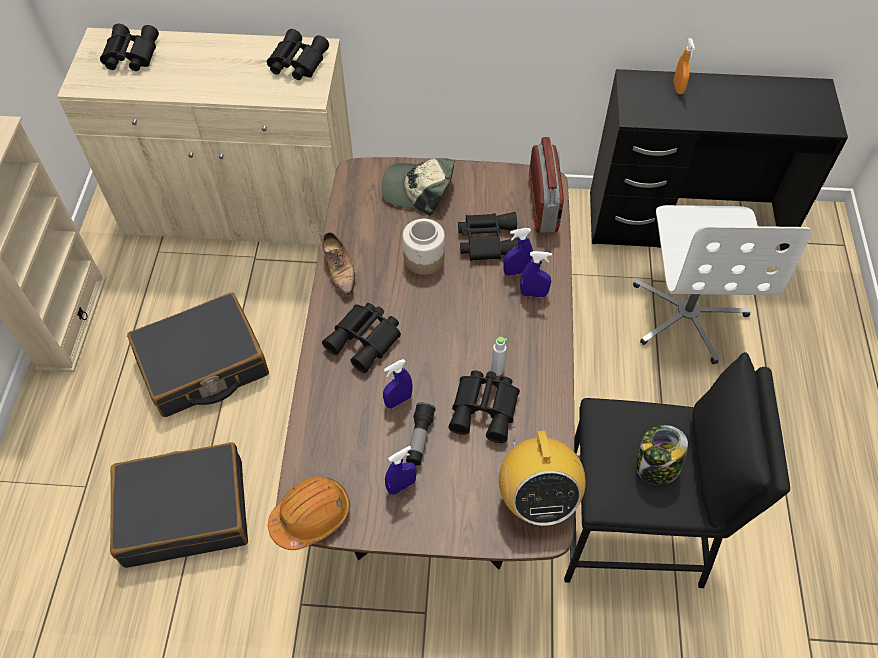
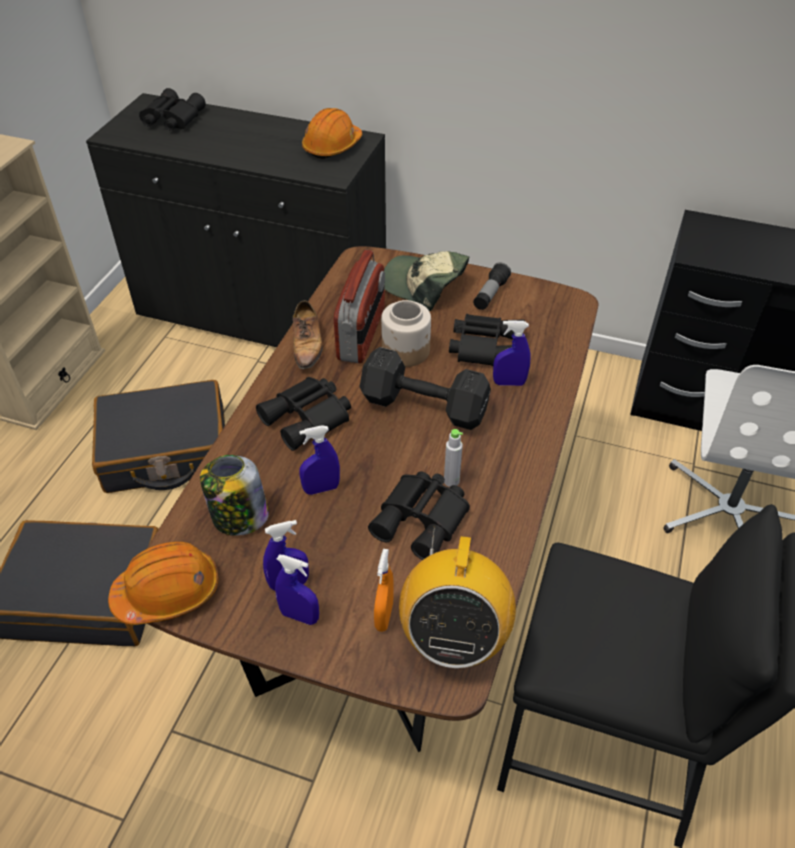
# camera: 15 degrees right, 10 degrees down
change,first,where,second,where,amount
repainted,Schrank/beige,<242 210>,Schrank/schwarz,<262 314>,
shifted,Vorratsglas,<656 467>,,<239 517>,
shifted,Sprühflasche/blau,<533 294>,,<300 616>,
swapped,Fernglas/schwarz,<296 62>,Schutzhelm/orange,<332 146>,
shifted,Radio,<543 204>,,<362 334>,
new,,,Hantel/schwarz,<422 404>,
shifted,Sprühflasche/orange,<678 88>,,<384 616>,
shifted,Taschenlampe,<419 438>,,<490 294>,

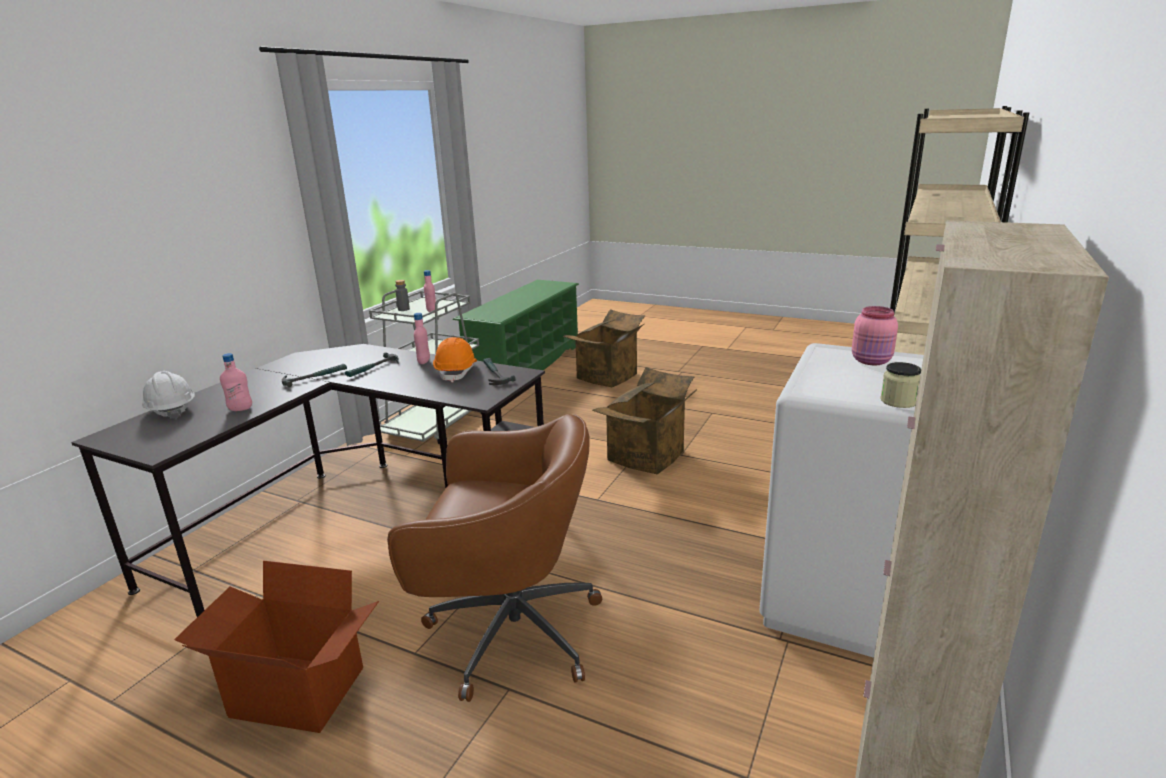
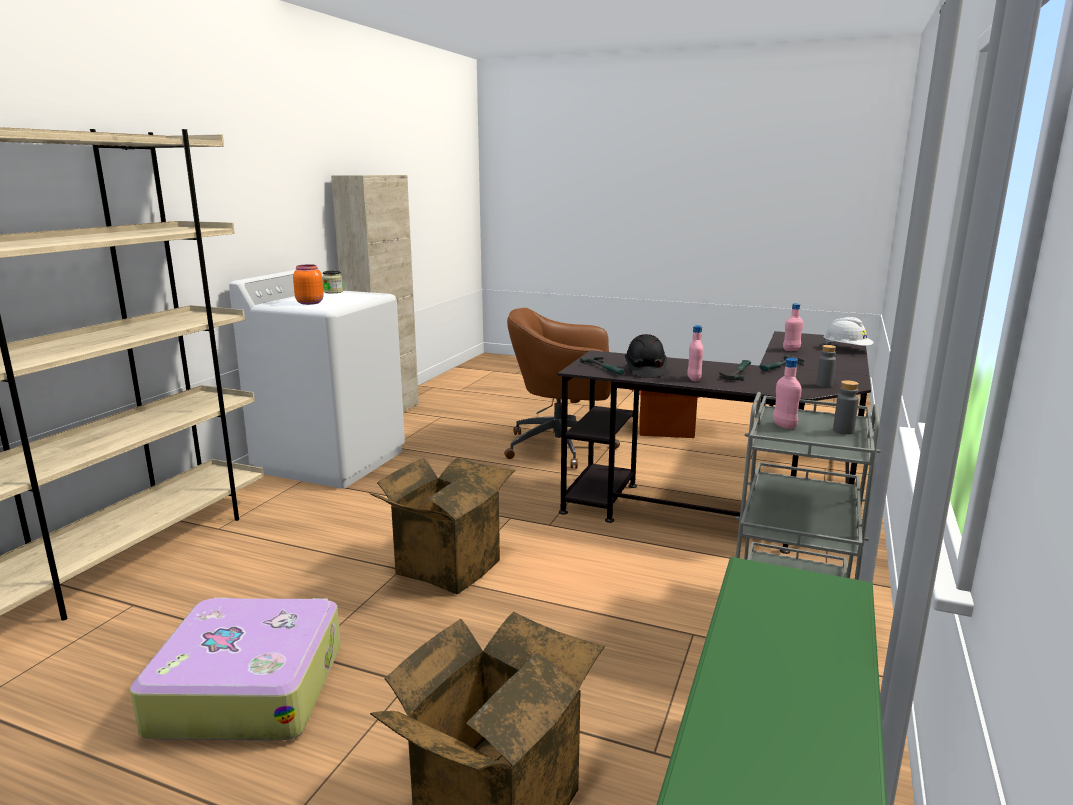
# camera: 175 degrees right, 5 degrees down
change,first,where,second,where,amount
new,,,Koffer,<248 687>,
repainted,Vorratsglas/rosa,<872 361>,Vorratsglas/orange,<309 303>,
repainted,Schutzhelm/orange,<457 372>,Schutzhelm/schwarz,<645 371>,
new,,,Flasche/grau,<824 385>,

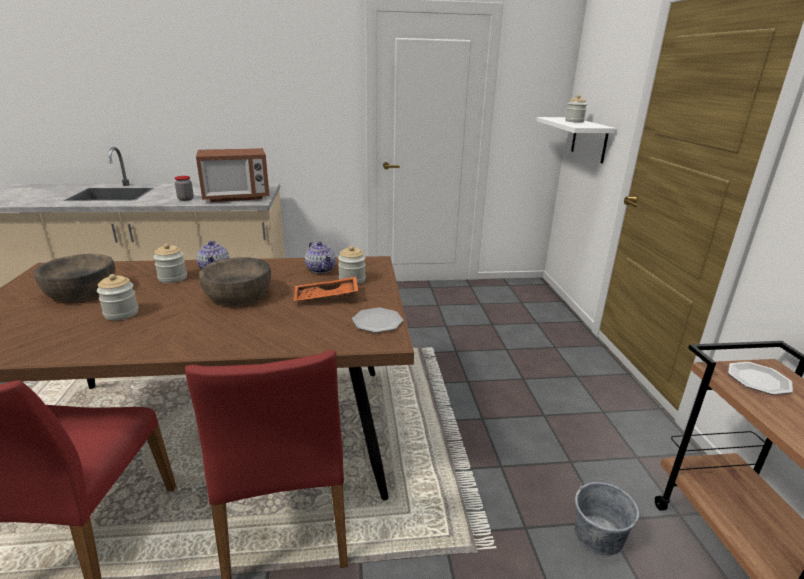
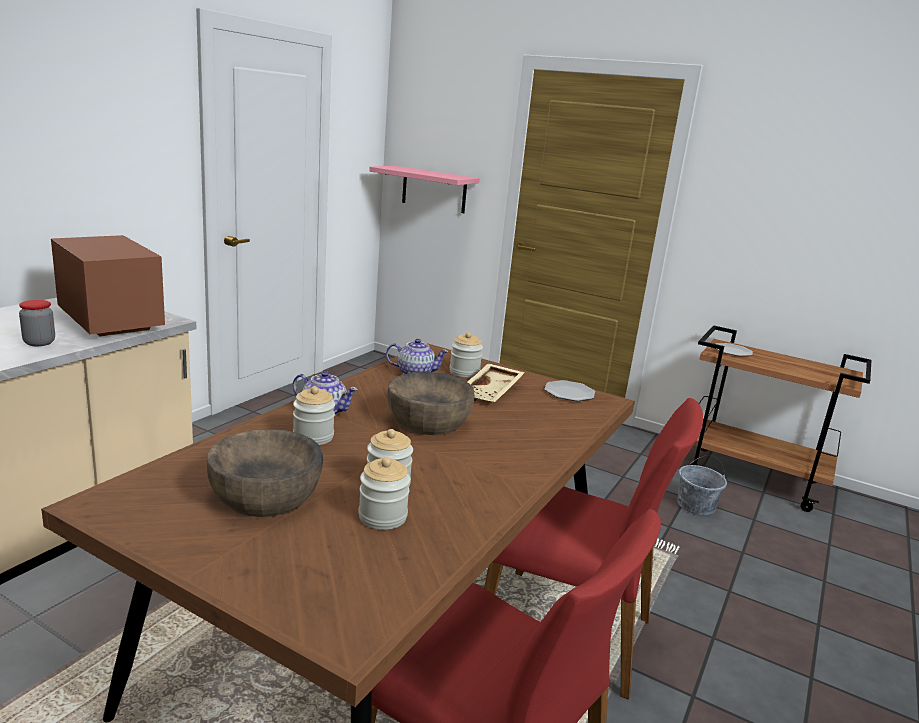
# camera: 55 degrees left, 5 degrees down
change,first,where,second,where,amount
rotated,Mikrowelle,<236 197>,,<111 321>,60 degrees counterclockwise
shifted,Vorratsglas,<574 121>,,<382 517>,
repainted,Wandregal/weiß,<589 139>,Wandregal/rosa,<434 189>,
repainted,Tablett/orange,<326 297>,Tablett/beige,<491 392>,

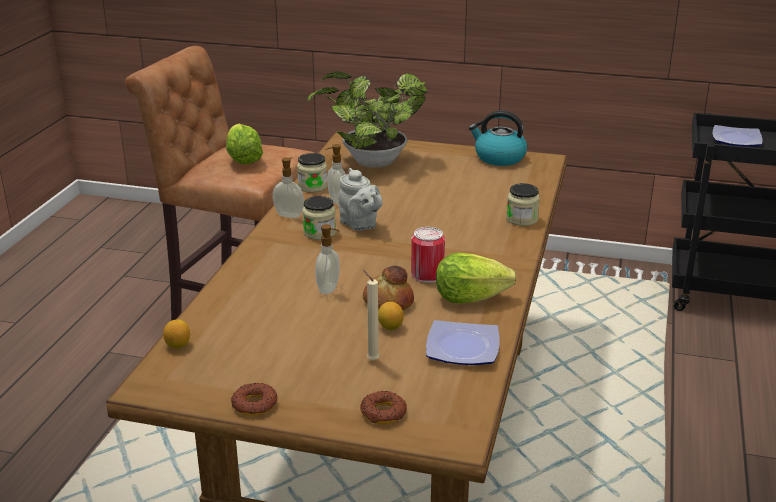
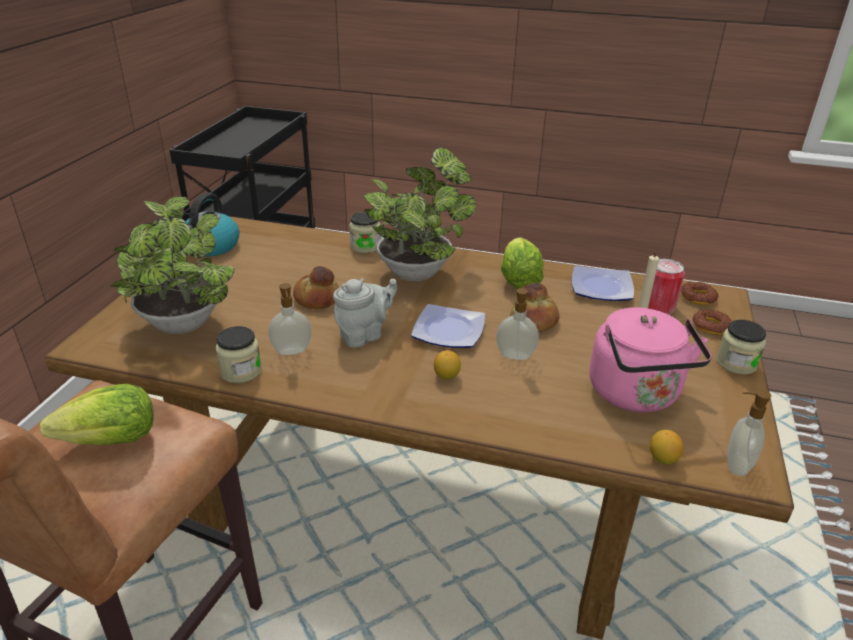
# camera: 90 degrees left, 5 degrees up
change,first,where,second,where,amount
new,,,Brot,<316 298>,
new,,,Topfpflanze,<417 270>,
shifted,Teller,<737 140>,,<450 330>,
shifted,Zitrone,<390 327>,,<446 376>,
new,,,Wasserkessel/rosa,<636 395>,
shifted,Dose,<427 274>,,<659 306>,
shifted,Donut,<254 404>,,<698 297>,
shifted,Vorratsglas,<319 233>,,<736 363>,
shifted,Seifenspender,<289 215>,,<736 465>,

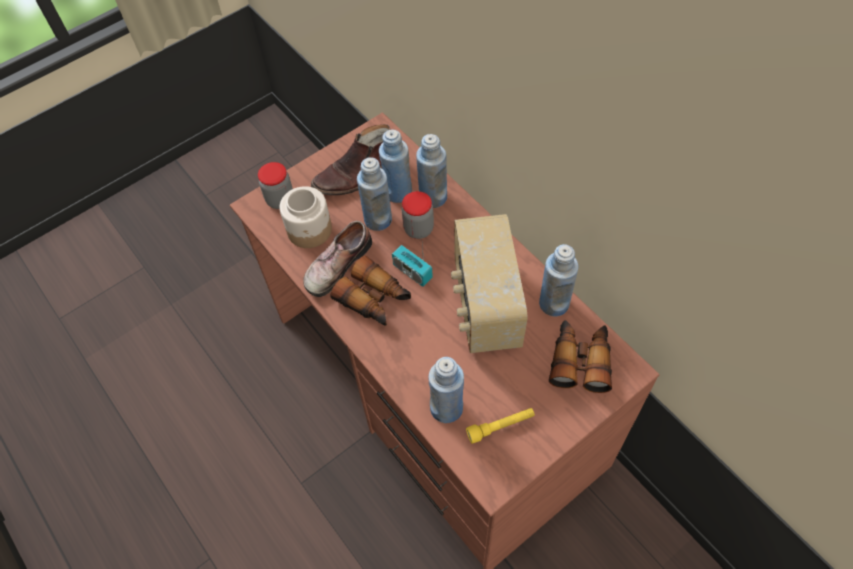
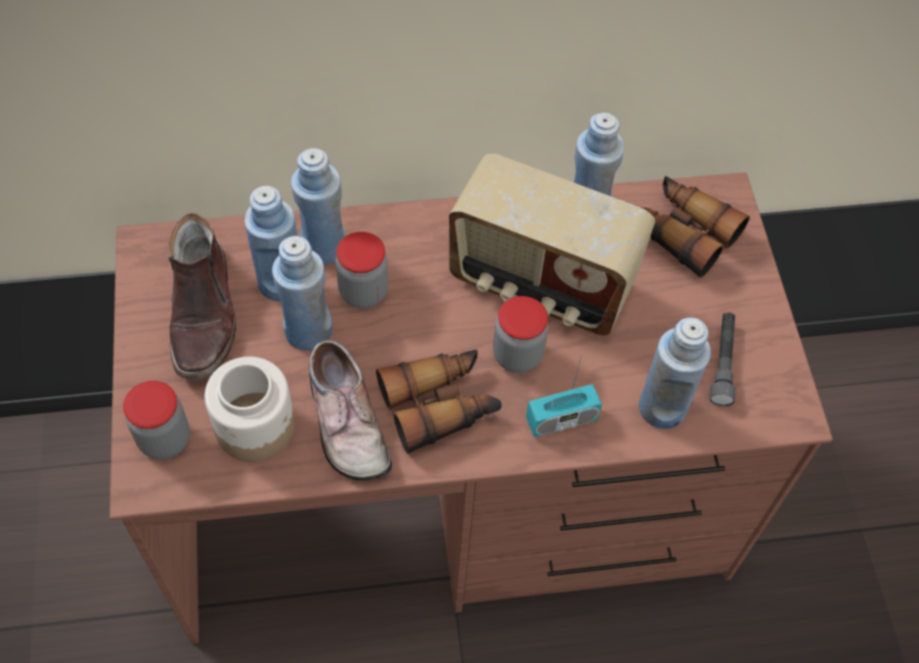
# camera: 65 degrees left, 0 degrees up
change,first,where,second,where,amount
new,,,Vorratsglas,<517 355>,
shifted,Radio,<412 272>,,<561 419>,
repainted,Taschenlampe/gelb,<500 426>,Taschenlampe/grau,<722 363>,

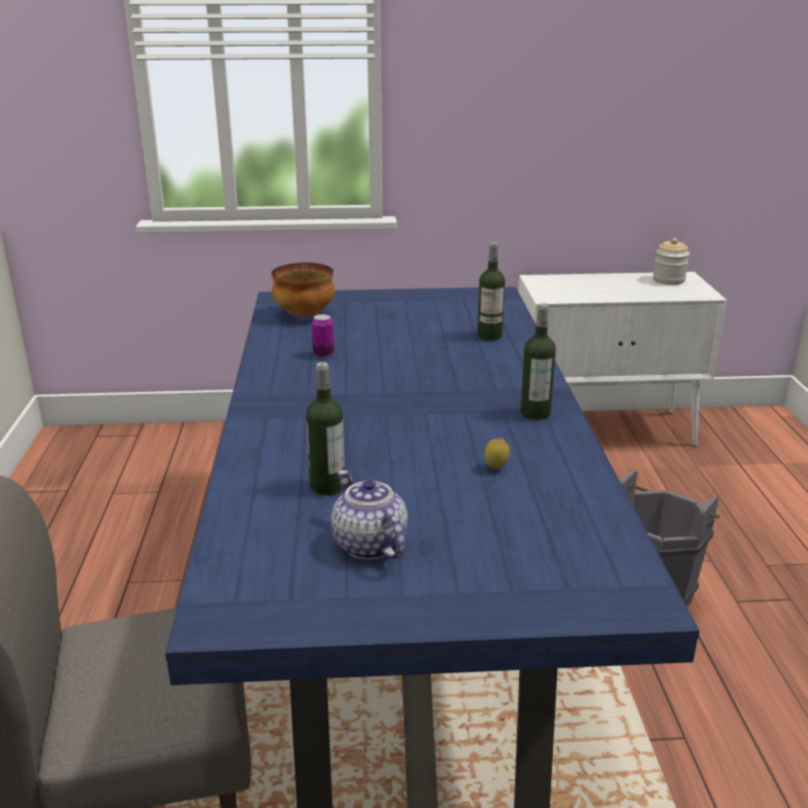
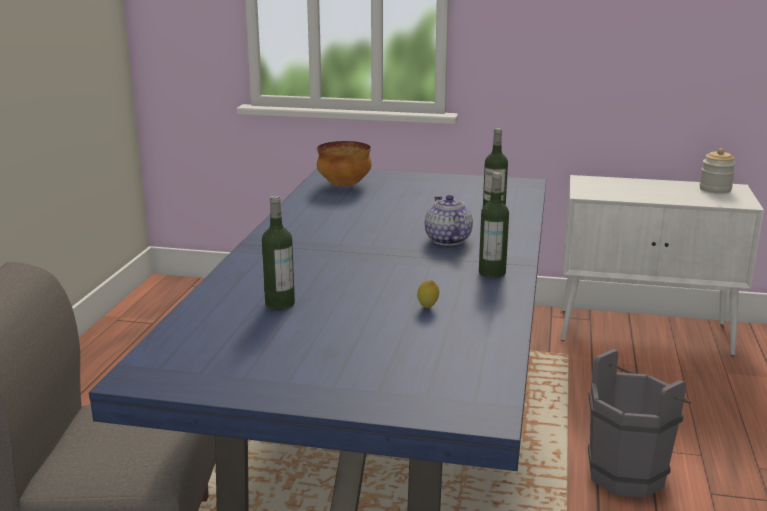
# camera: 15 degrees right, 5 degrees down
change,first,where,second,where,amount
shifted,Teekanne,<368 544>,,<447 240>,
gone,Dose,<323 354>,,,

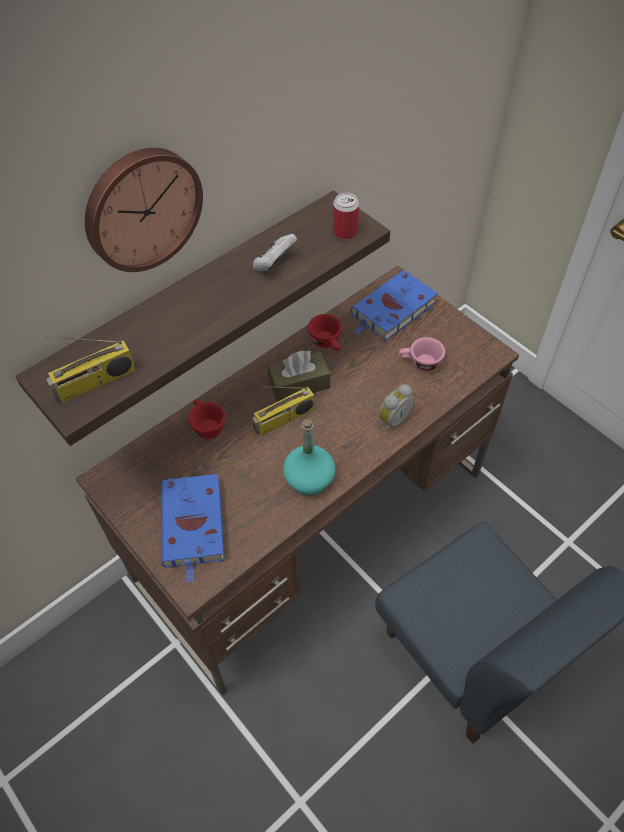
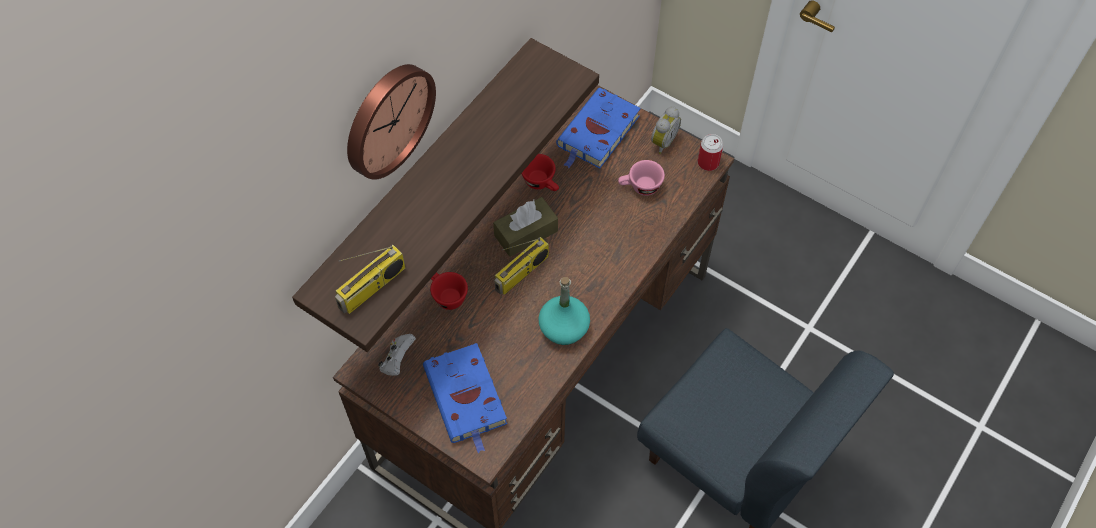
# camera: 15 degrees left, 5 degrees up
change,first,where,second,where,amount
shifted,Gamepad/weiß,<274 264>,,<397 361>,
shifted,Wecker,<393 419>,,<662 141>,
shifted,Dose,<345 232>,,<708 162>,

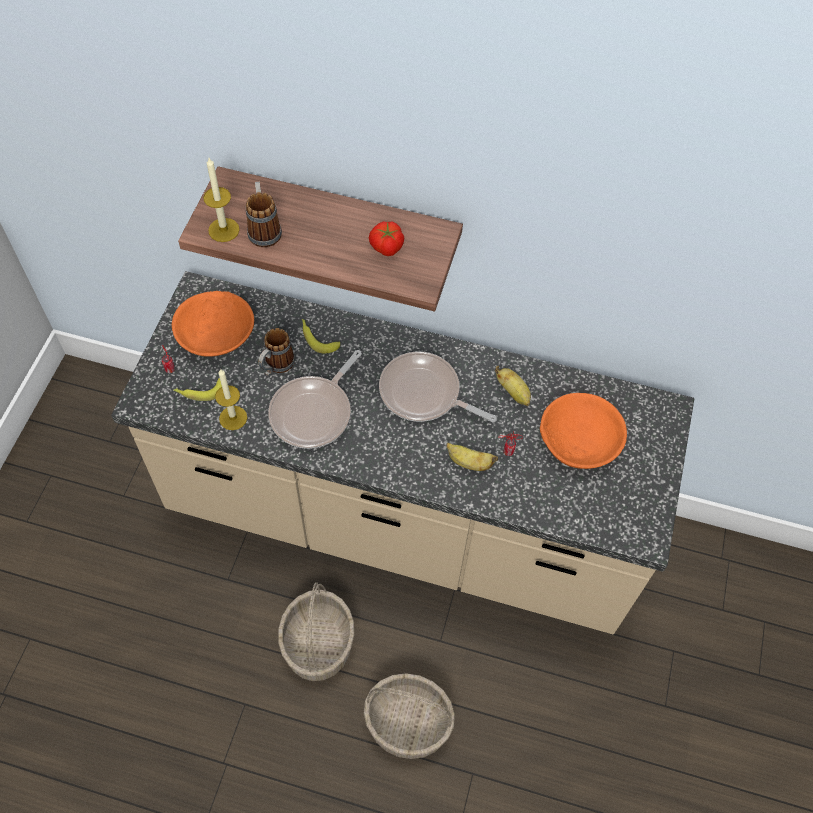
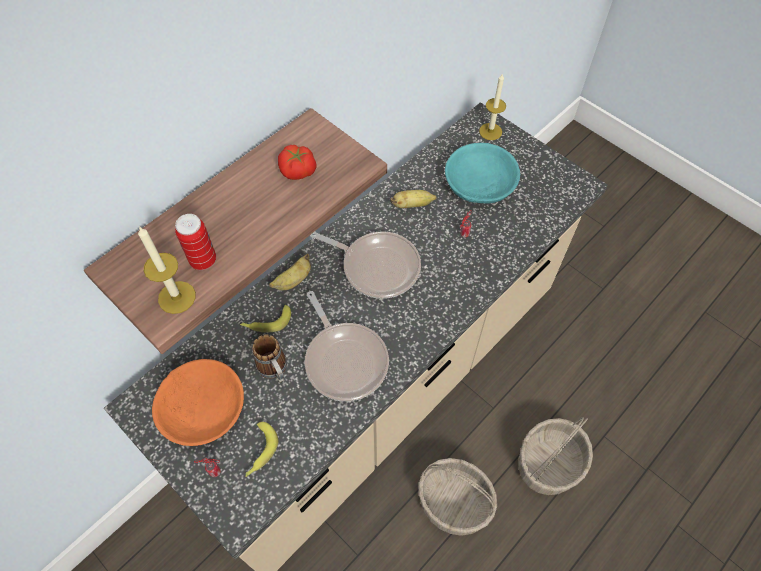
# camera: 60 degrees left, 0 degrees up
change,first,where,second,where,amount
swapped,Henkelbecher,<264 229>,Dose,<203 260>,
shifted,Banane,<469 463>,,<293 281>,
rotated,Pfanne,<424 394>,,<377 266>,120 degrees counterclockwise
repainted,Schüssel/orange,<579 441>,Schüssel/türkis,<480 185>,
shifted,Kerze,<233 418>,,<490 131>,

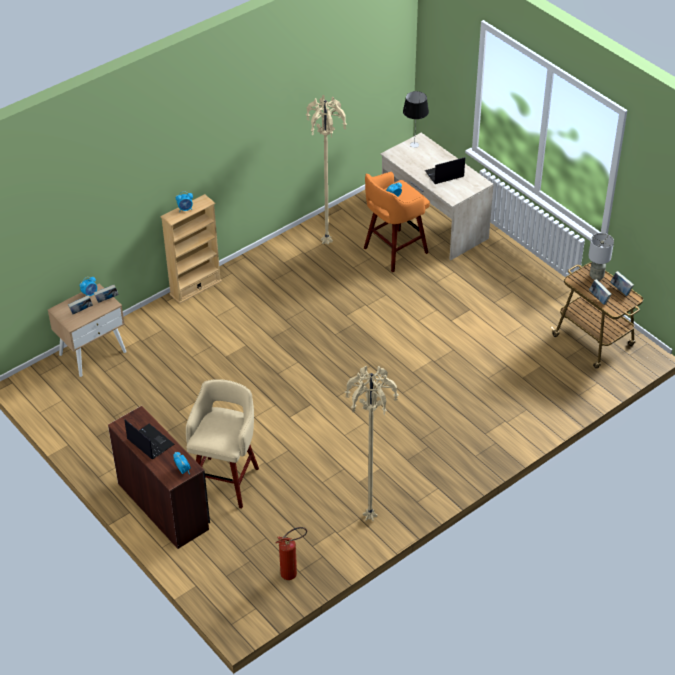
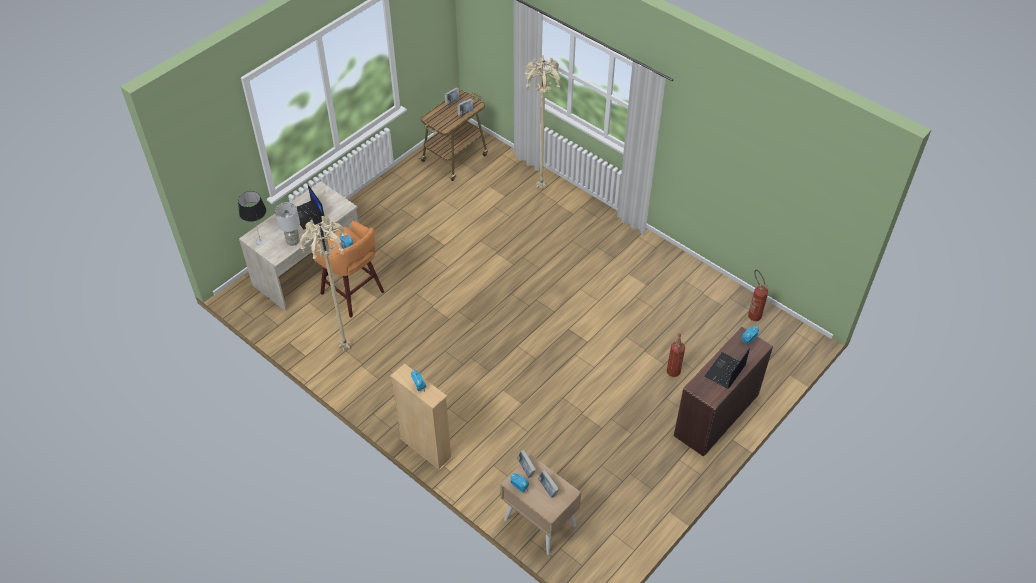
# camera: 100 degrees left, 5 degrees up
change,first,where,second,where,amount
shifted,Tischlampe/grau,<596 276>,,<293 241>,
shifted,Stehlampe/beige,<369 517>,,<540 188>,
swapped,Hocker/beige,<226 480>,Feuerlöscher,<673 374>,

